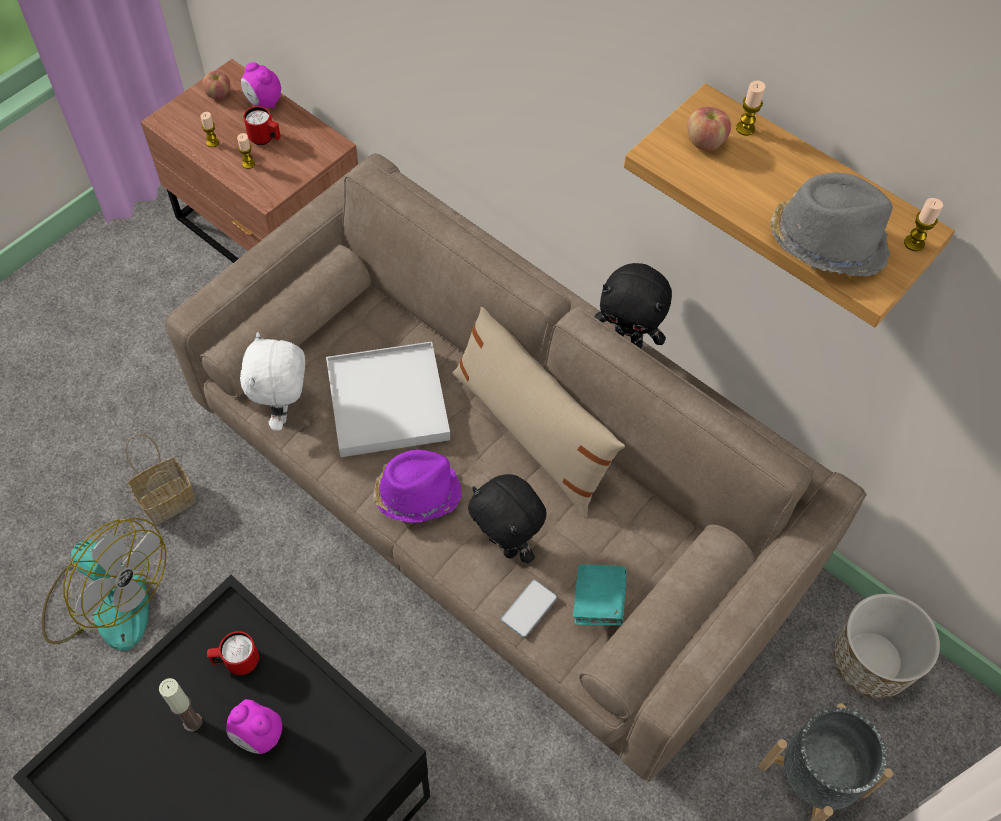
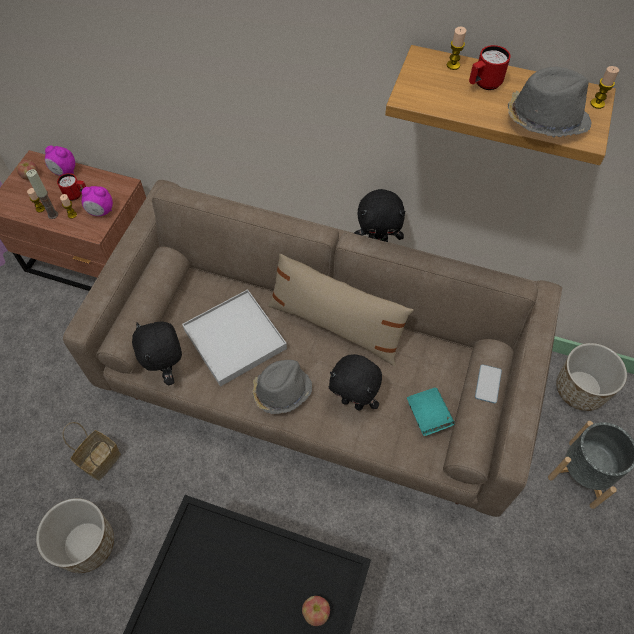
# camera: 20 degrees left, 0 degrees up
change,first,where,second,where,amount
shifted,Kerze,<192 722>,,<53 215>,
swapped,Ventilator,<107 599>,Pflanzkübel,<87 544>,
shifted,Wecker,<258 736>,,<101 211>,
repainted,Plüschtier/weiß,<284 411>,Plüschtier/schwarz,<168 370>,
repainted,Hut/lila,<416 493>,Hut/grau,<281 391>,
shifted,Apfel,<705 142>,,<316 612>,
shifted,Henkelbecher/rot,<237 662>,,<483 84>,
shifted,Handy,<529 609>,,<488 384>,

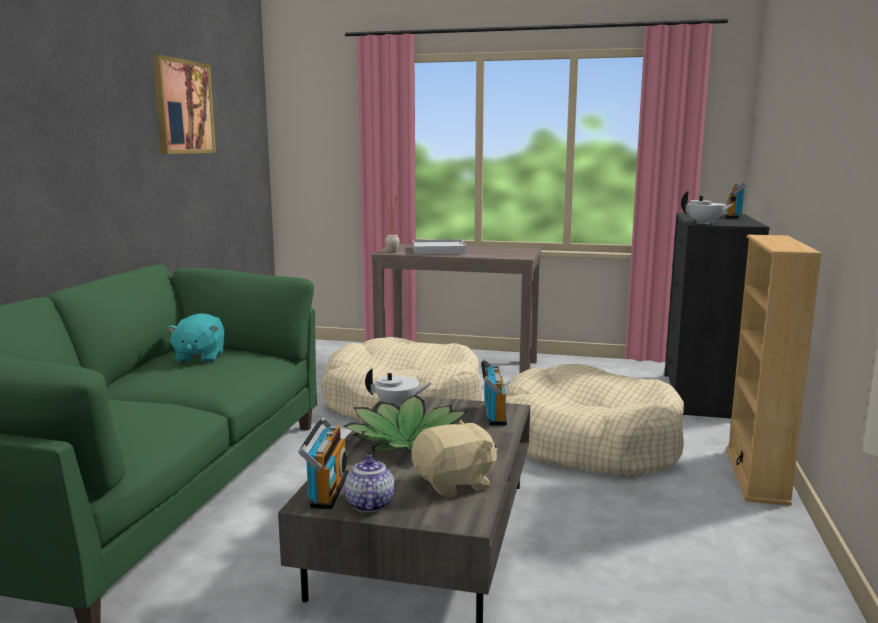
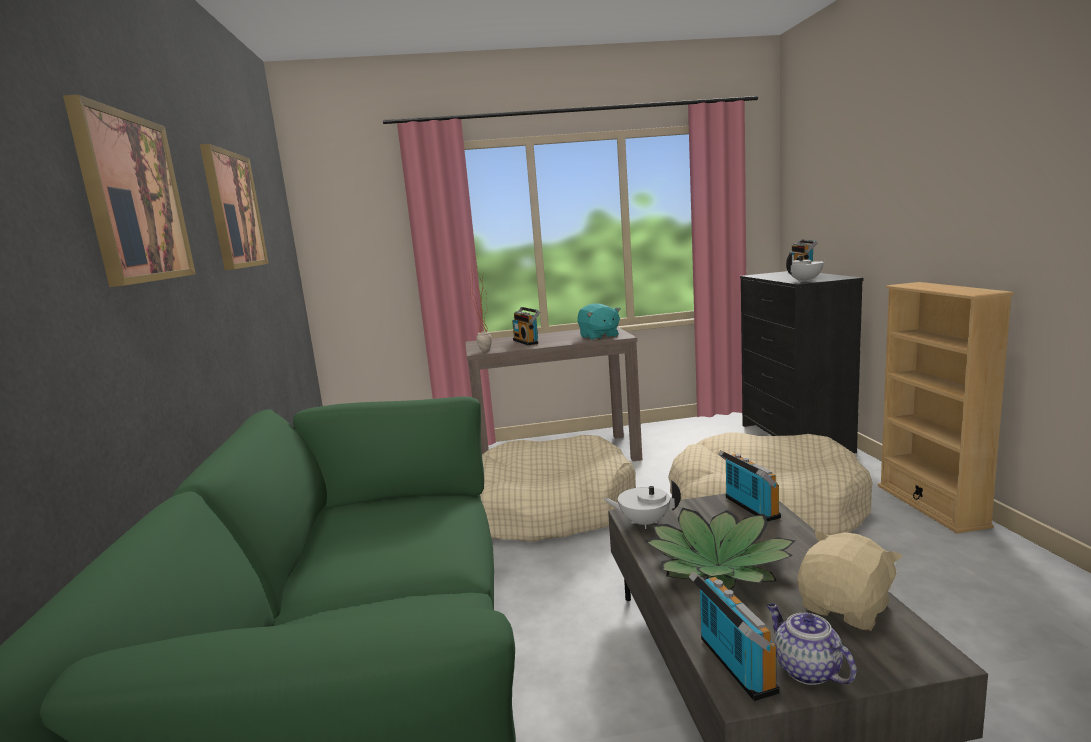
# camera: 20 degrees left, 0 degrees up
change,first,where,second,where,amount
new,,,Bild,<133 199>,
swapped,Tablett/weiß,<439 250>,Radio,<527 341>,
shifted,Plüschtier/türkis,<199 358>,,<599 336>,
rotated,Teekanne/weiß,<397 406>,,<644 522>,150 degrees counterclockwise

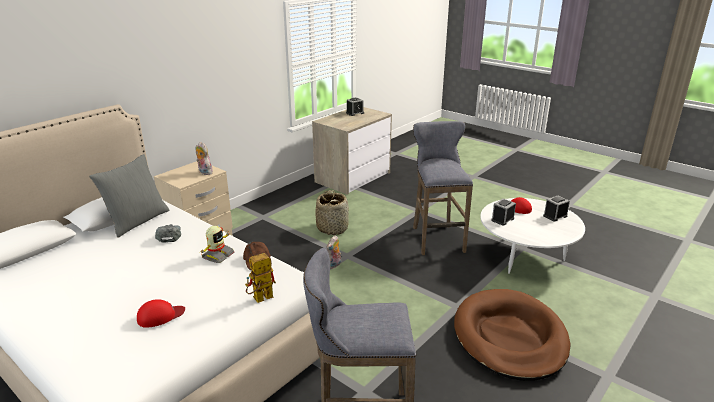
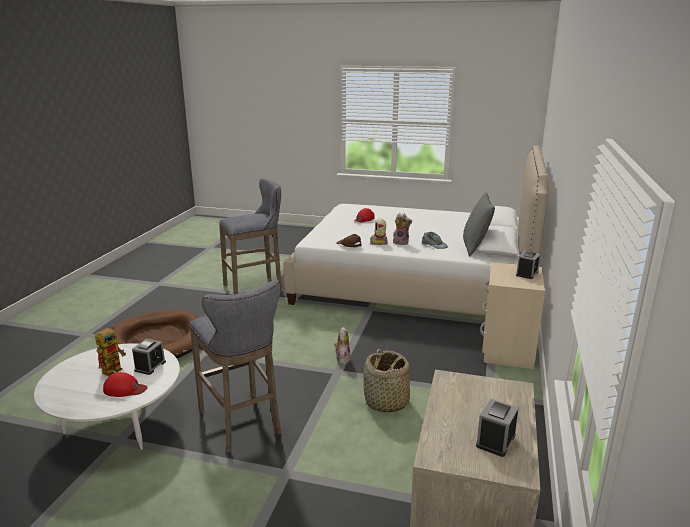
# camera: 155 degrees right, 5 degrees down
change,first,where,second,where,amount
shifted,Spielzeugroboter,<260 299>,,<114 368>,
shifted,Plüschtier,<204 172>,,<401 242>,
shifted,Wecker,<555 216>,,<527 274>,

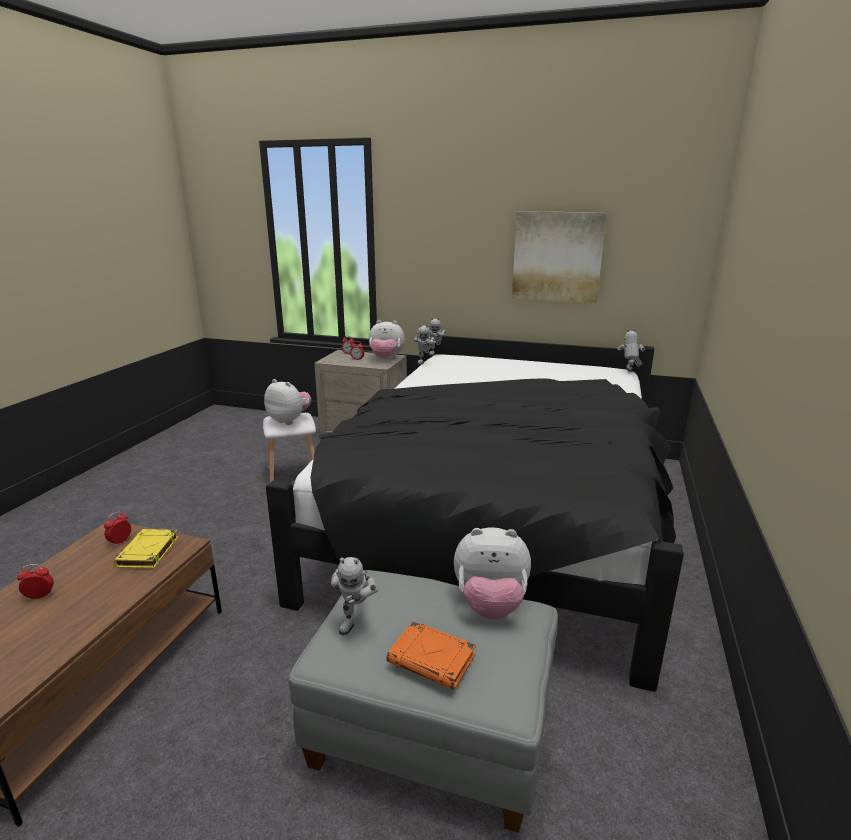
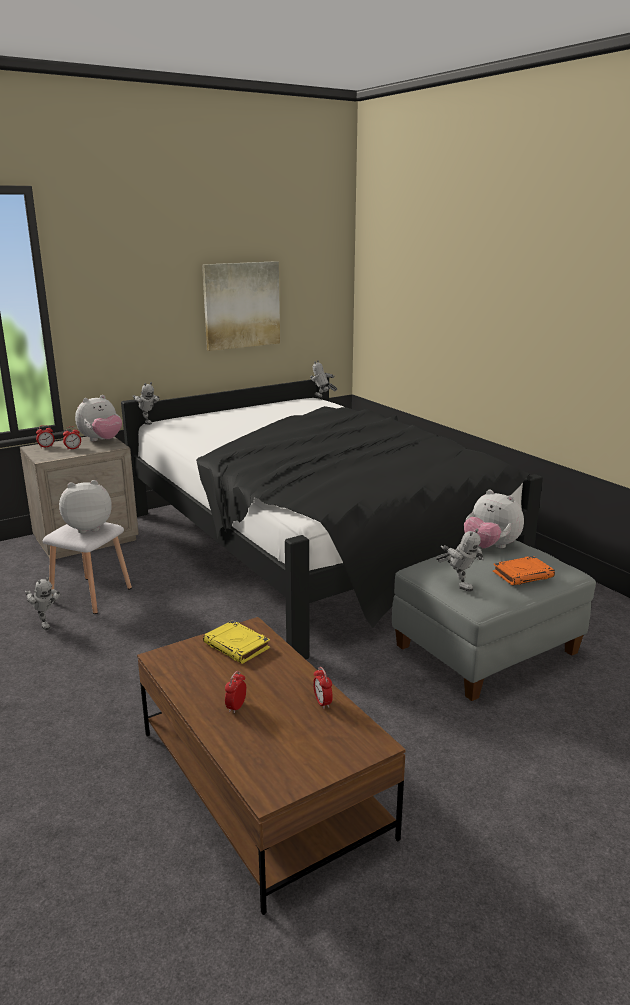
# camera: 50 degrees left, 0 degrees up
change,first,where,second,where,amount
shifted,Spielzeugroboter,<424 362>,,<45 623>,
shifted,Wecker,<120 541>,,<322 702>,
rotated,Plüschtier,<490 605>,,<490 547>,90 degrees clockwise

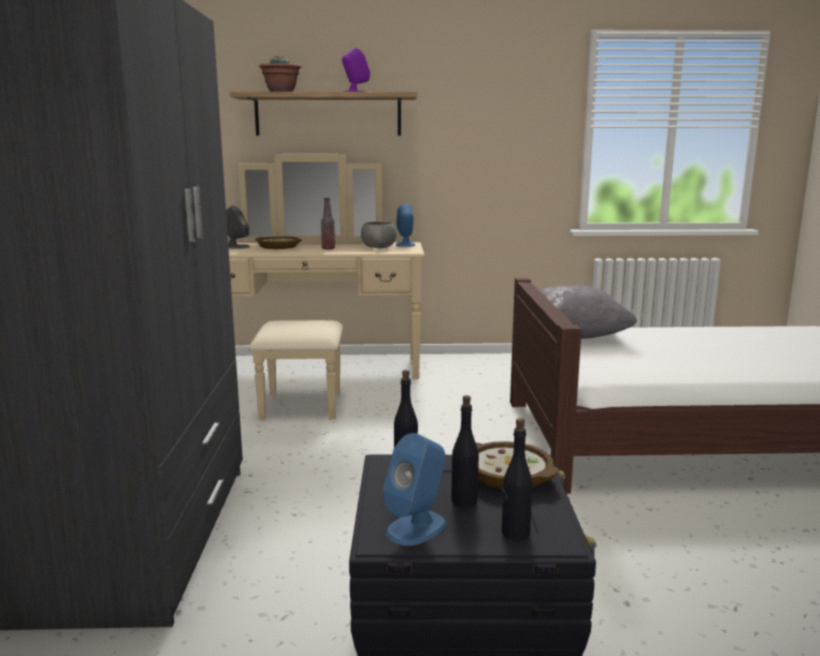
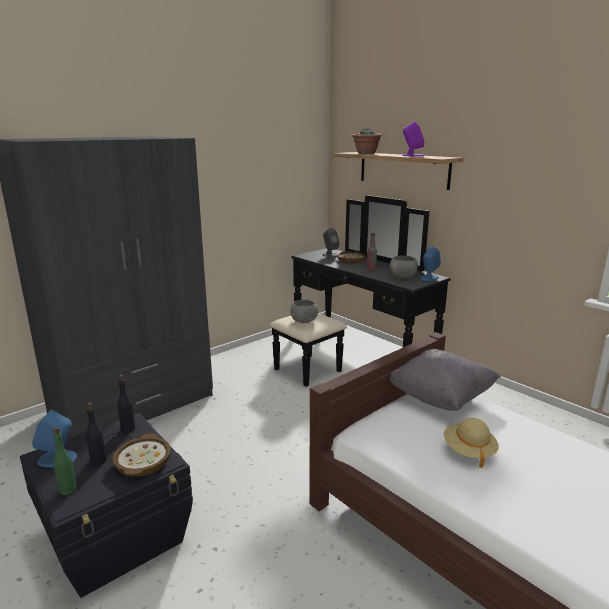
# camera: 50 degrees right, 5 degrees up
change,first,where,second,where,amount
repainted,Flasche/schwarz,<515 533>,Flasche/grün,<67 489>,
repainted,Kommode/beige,<312 376>,Kommode/schwarz,<350 352>,
new,,,Schüssel/grau,<304 321>,
new,,,Hut/beige,<469 451>,

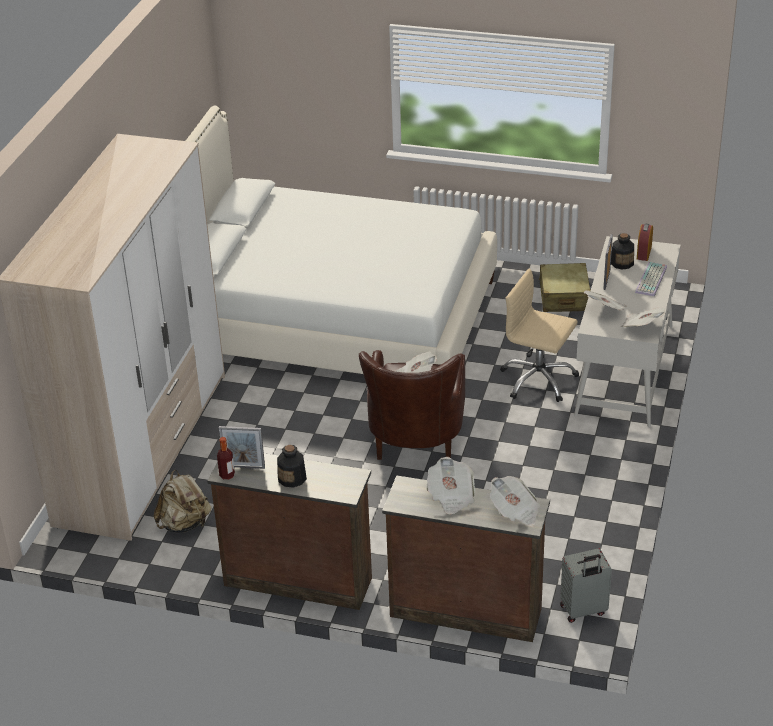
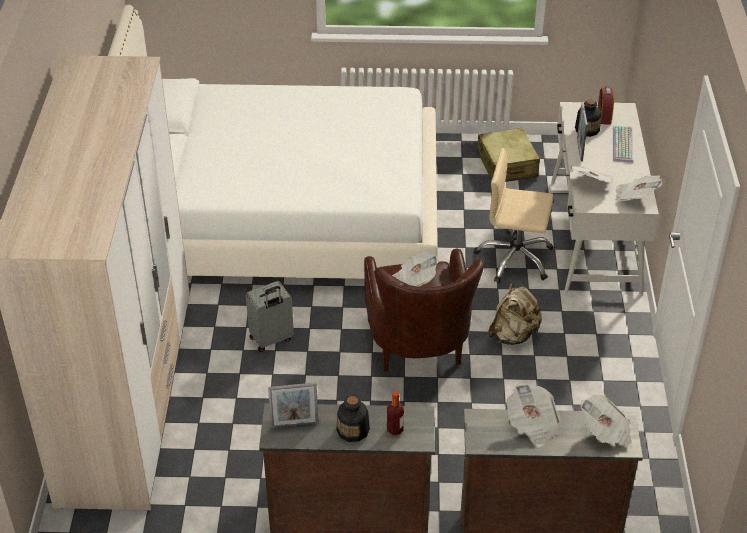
# camera: 15 degrees left, 5 degrees up
change,first,where,second,where,amount
shifted,Koffer/grau,<583 611>,,<271 339>,
shifted,Flasche,<227 475>,,<395 429>,
shifted,Rucksack/beige,<185 524>,,<513 335>,

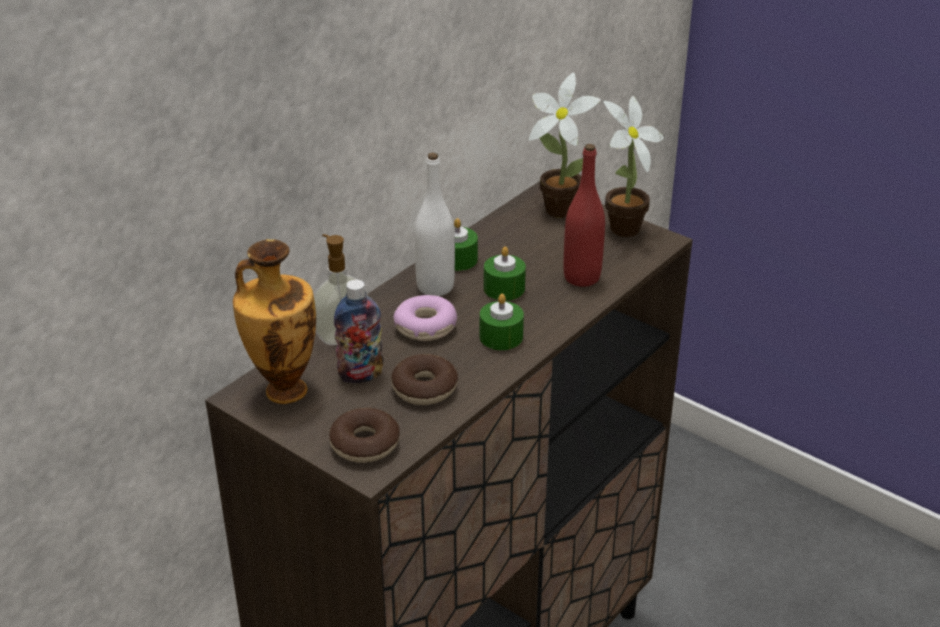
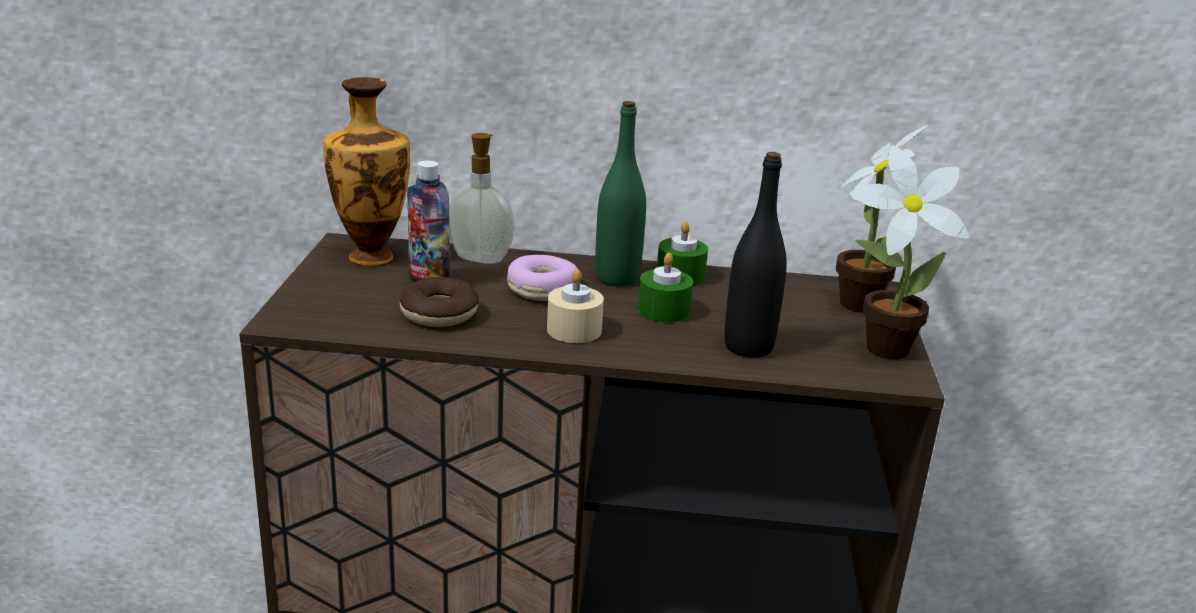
# camera: 55 degrees right, 10 degrees down
change,first,where,second,where,amount
repainted,Kerze/grün,<501 337>,Kerze/beige,<574 330>,
repainted,Flasche/weiß,<435 287>,Flasche/grün,<617 278>,
repainted,Flasche/rot,<581 277>,Flasche/schwarz,<748 347>,
gone,Donut,<365 444>,,,

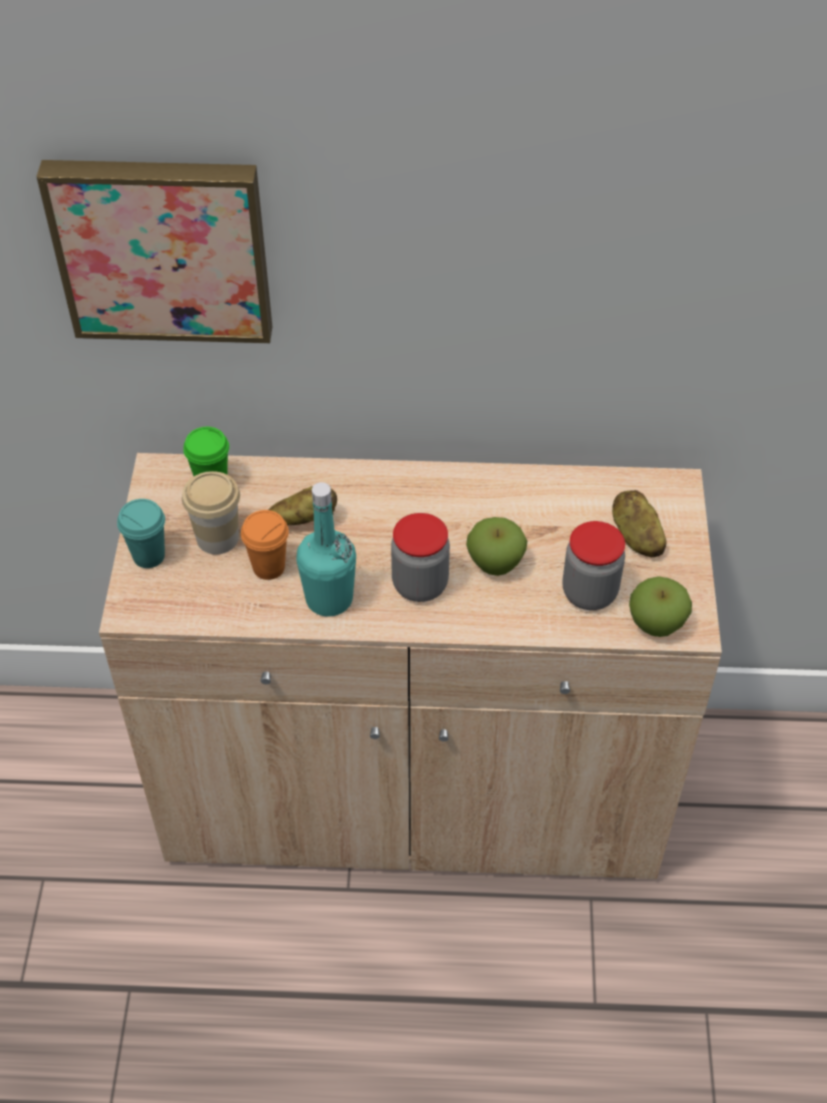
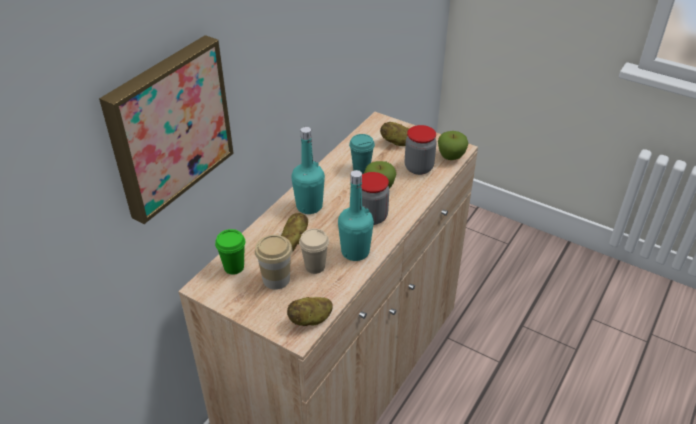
# camera: 60 degrees left, 10 degrees down
change,first,where,second,where,amount
new,,,Kartoffel,<311 320>,
new,,,Flasche/türkis,<309 206>,
repainted,Tasse/orange,<269 567>,Tasse/beige,<315 266>,
shifted,Tasse/türkis,<149 556>,,<361 168>,

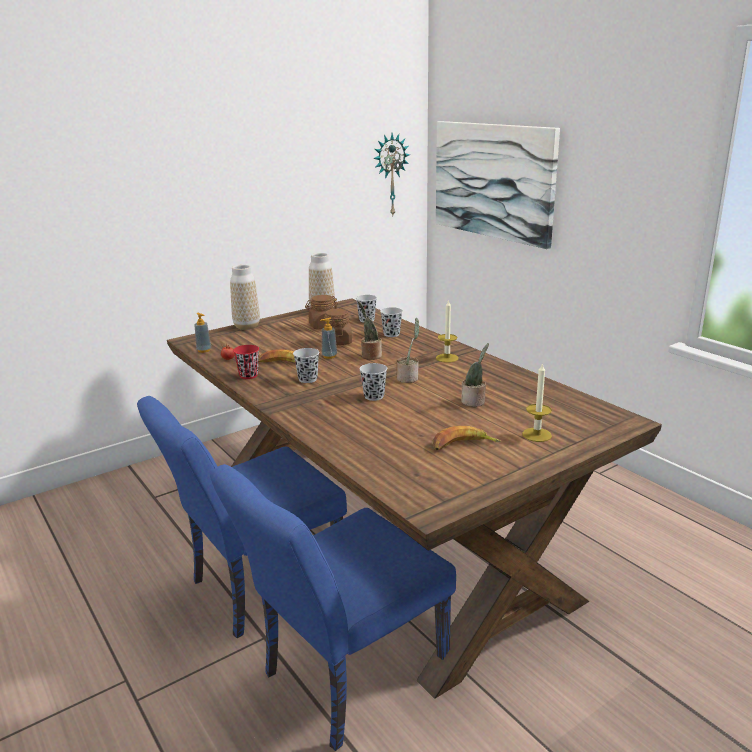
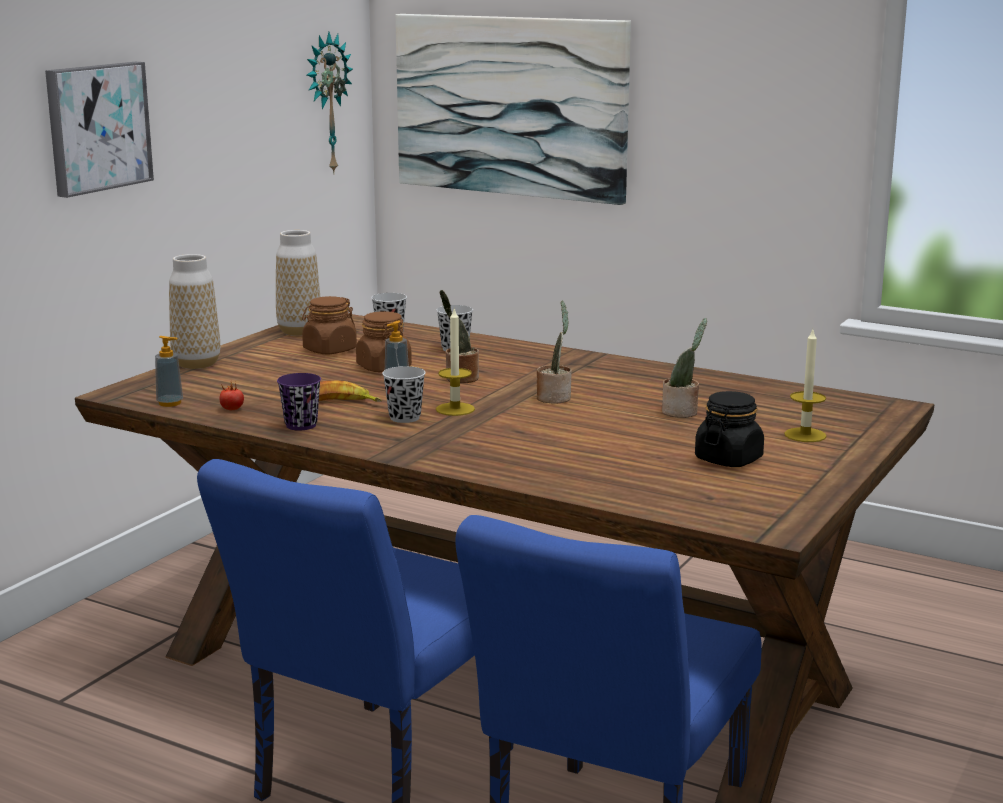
# camera: 25 degrees left, 5 degrees down
change,first,where,second,where,amount
new,,,Bild,<97 127>,
repainted,Tasse/rot,<248 375>,Tasse/lila,<301 425>,
shifted,Kerze,<447 358>,,<455 409>,
swapped,Banane,<463 445>,Vorratsglas/schwarz,<728 459>,
gone,Tasse/schwarz,<374 396>,,,

